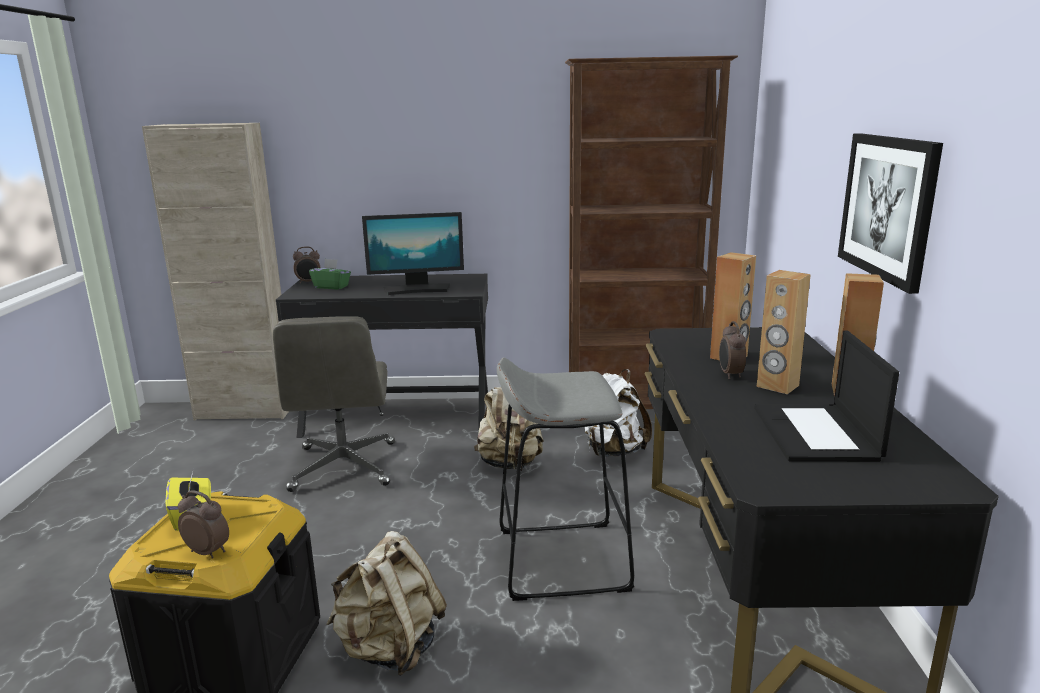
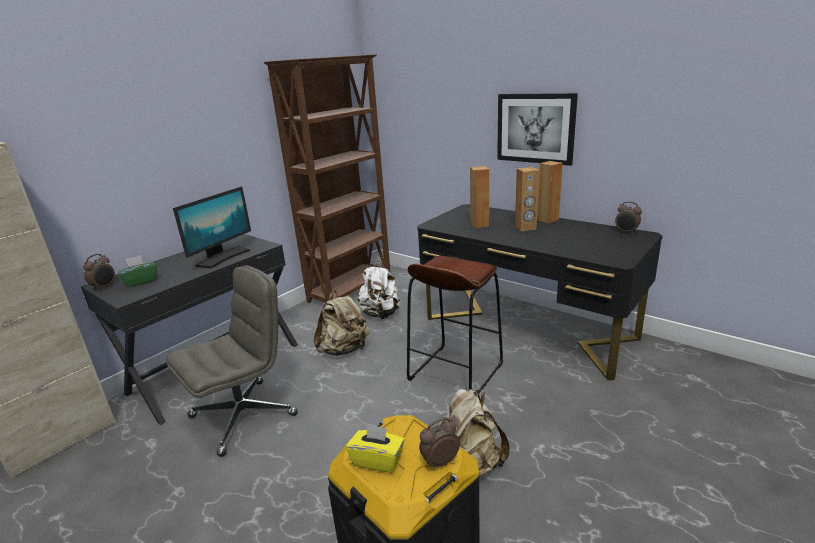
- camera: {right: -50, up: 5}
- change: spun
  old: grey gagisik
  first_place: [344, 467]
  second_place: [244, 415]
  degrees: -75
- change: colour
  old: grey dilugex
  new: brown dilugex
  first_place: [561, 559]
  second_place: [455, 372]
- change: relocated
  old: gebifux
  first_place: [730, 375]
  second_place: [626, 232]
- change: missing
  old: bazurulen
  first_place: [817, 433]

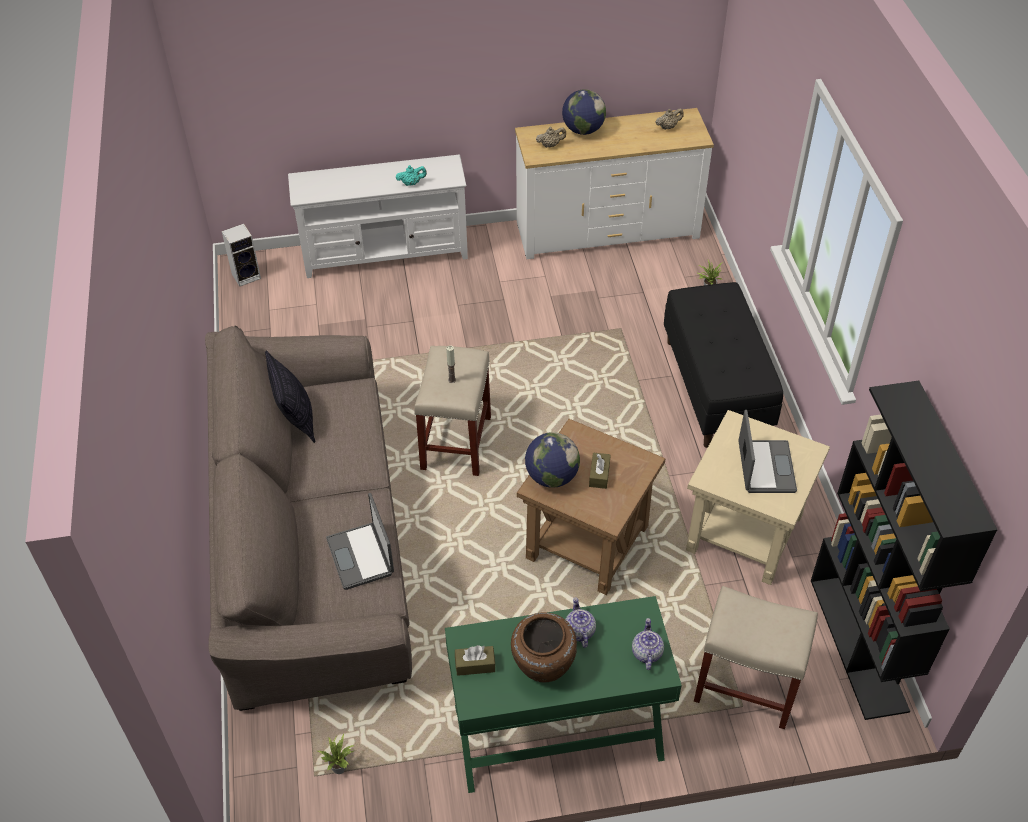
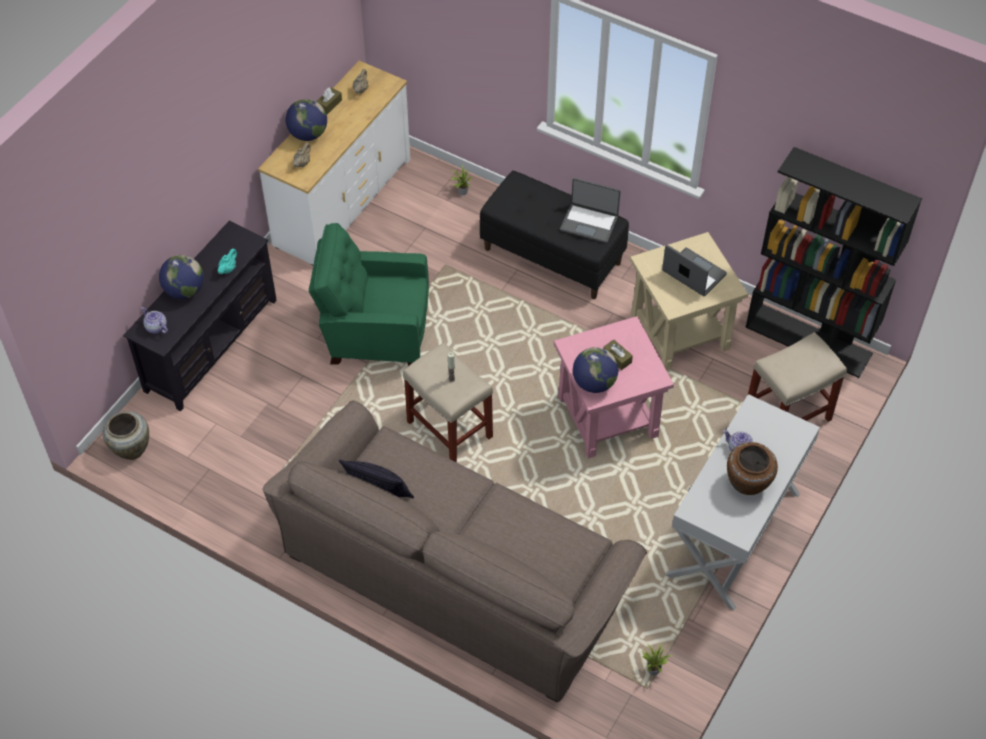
- camera: {right: -50, up: 5}
- change: exchanged
  old: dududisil
  new: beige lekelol
  first_place: [247, 275]
  second_place: [130, 448]
- change: colour
  old: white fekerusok
  new: black fekerusok
  first_place: [385, 253]
  second_place: [211, 345]
- change: relocated
  old: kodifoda
  first_place: [646, 652]
  second_place: [156, 327]
- change: appeared
  new: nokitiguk
  second_place: [184, 290]
- change: appeared
  new: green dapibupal
  second_place: [375, 333]
- change: relocated
  old: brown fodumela
  first_place: [475, 665]
  second_place: [329, 104]
- change: colour
  old: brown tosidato
  new: pink tosidato
  first_place: [587, 541]
  second_place: [606, 416]
- change: relocated
  old: bazurulen
  first_place: [361, 556]
  second_place: [589, 223]
- change: colour
  old: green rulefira
  new: white rulefira
  first_place: [557, 733]
  second_place: [733, 534]

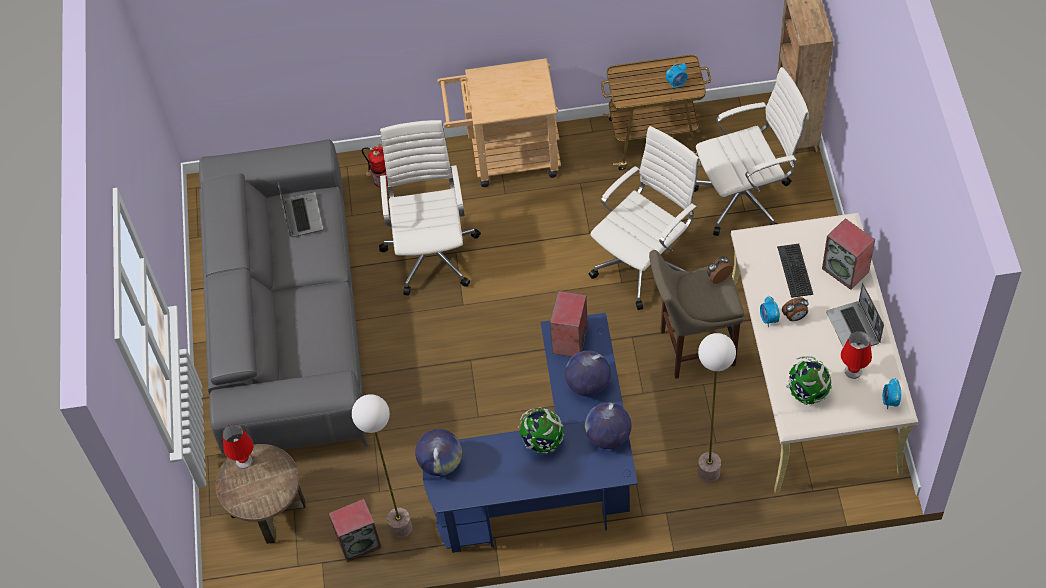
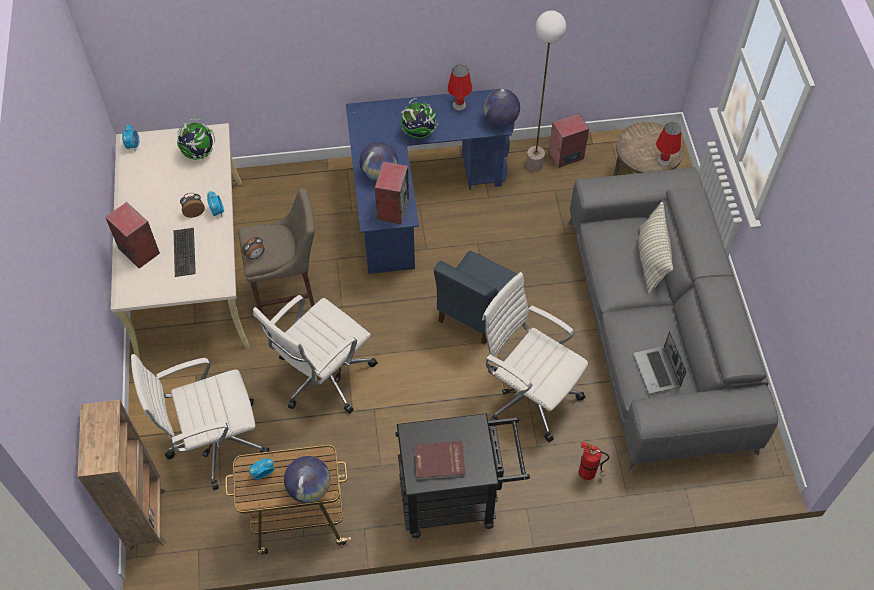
- camera: {right: 175, up: 0}
- change: relocated
  old: nokitiguk
  first_place: [608, 436]
  second_place: [309, 488]
- change: colour
  old: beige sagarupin
  new: black sagarupin
  first_place: [506, 158]
  second_place: [457, 499]
- change: appeared
  new: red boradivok
  second_place: [439, 462]
- change: appeared
  new: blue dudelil
  second_place: [475, 311]
- change: relocated
  old: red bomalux
  first_place: [853, 371]
  second_place: [459, 105]
- change: spun
  old: white gagisik
  first_place: [431, 251]
  second_place: [528, 394]
  degrees: 135
- change: appeared
  new: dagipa
  second_place: [651, 260]
- change: missing
  old: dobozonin
  first_place: [708, 472]
- change: missing
  old: bazurulen
  first_place: [854, 328]

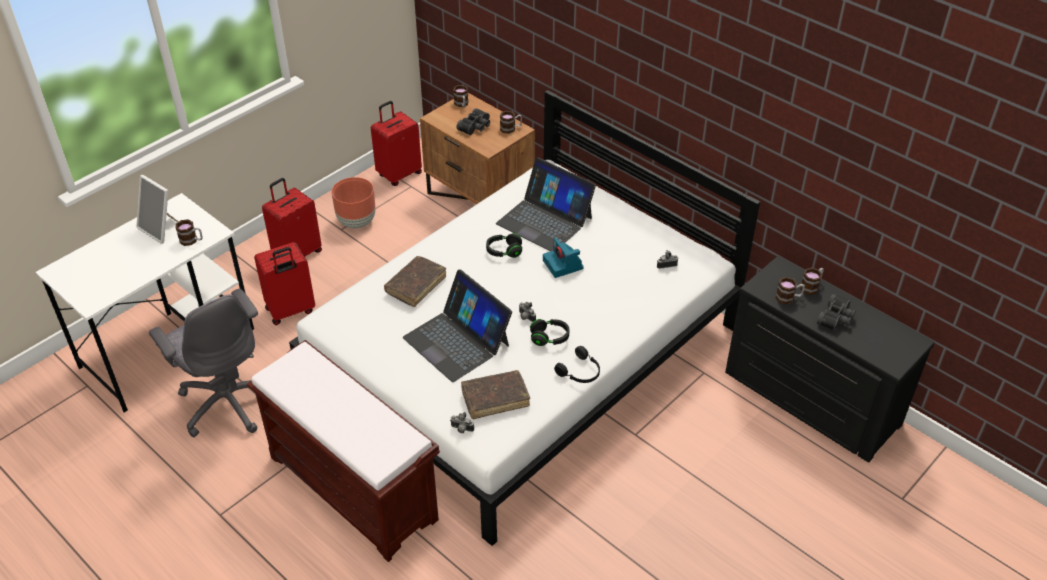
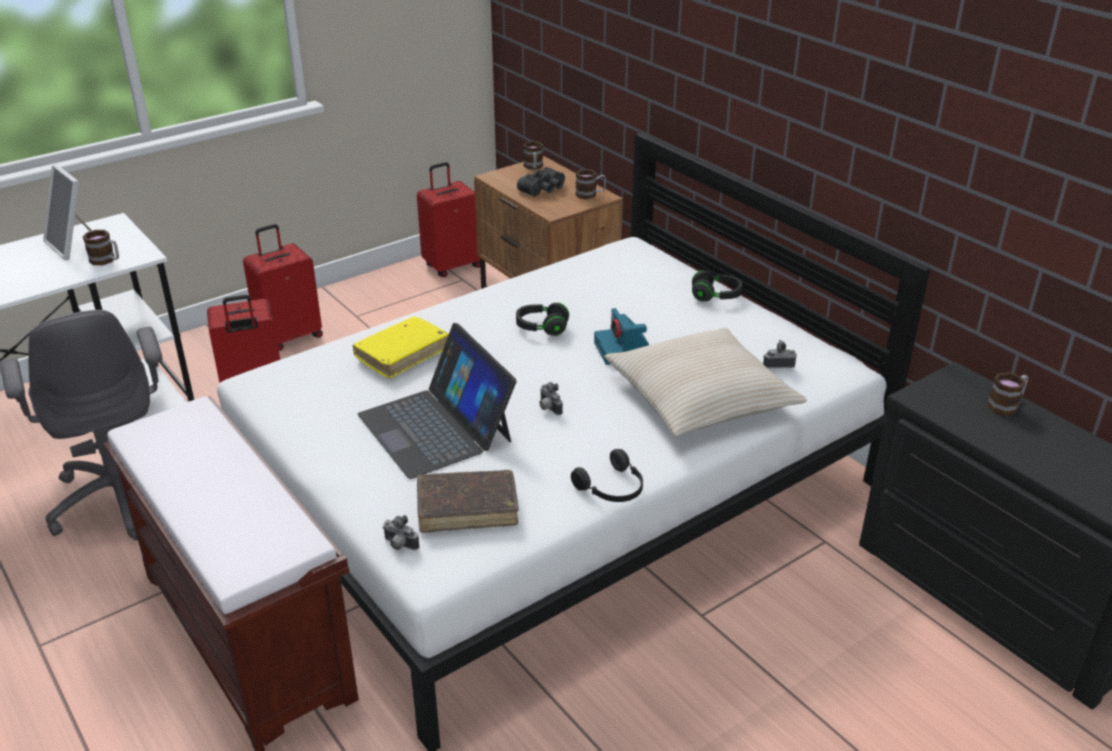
- camera: {right: 10, up: -10}
- change: colour
  old: brown boradivok
  new: yellow boradivok
  first_place: [416, 285]
  second_place: [402, 354]
- change: appeared
  new: beige dagipa
  second_place: [700, 397]
- change: relocated
  old: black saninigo
  first_place: [549, 338]
  second_place: [716, 296]
- change: missing
  old: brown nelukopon
  first_place: [356, 222]
- change: missing
  old: bazurulen
  first_place: [545, 220]
- change: missing
  old: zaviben
  first_place: [788, 298]
- change: missing
  old: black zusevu
  first_place: [836, 318]

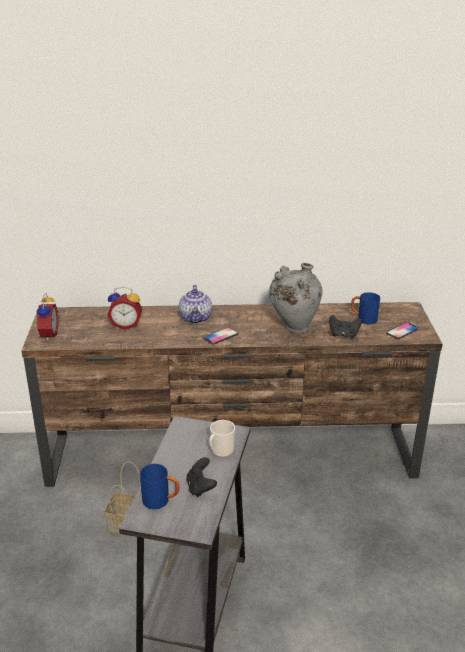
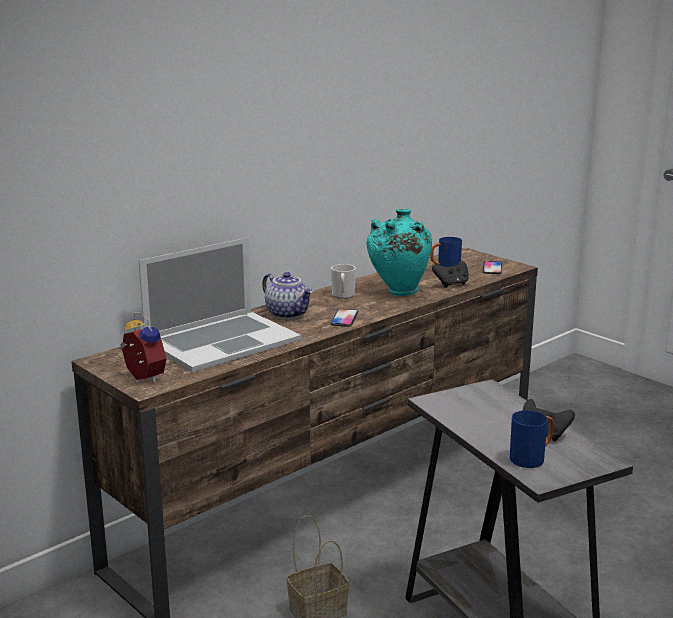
- camera: {right: -40, up: -10}
- change: exchanged
  old: gebifux
  new: bazurulen
  first_place: [126, 325]
  second_place: [222, 341]
- change: relocated
  old: zaviben
  first_place: [220, 451]
  second_place: [343, 296]
- change: colour
  old: grey lekelol
  new: turquoise lekelol
  first_place: [293, 328]
  second_place: [398, 292]

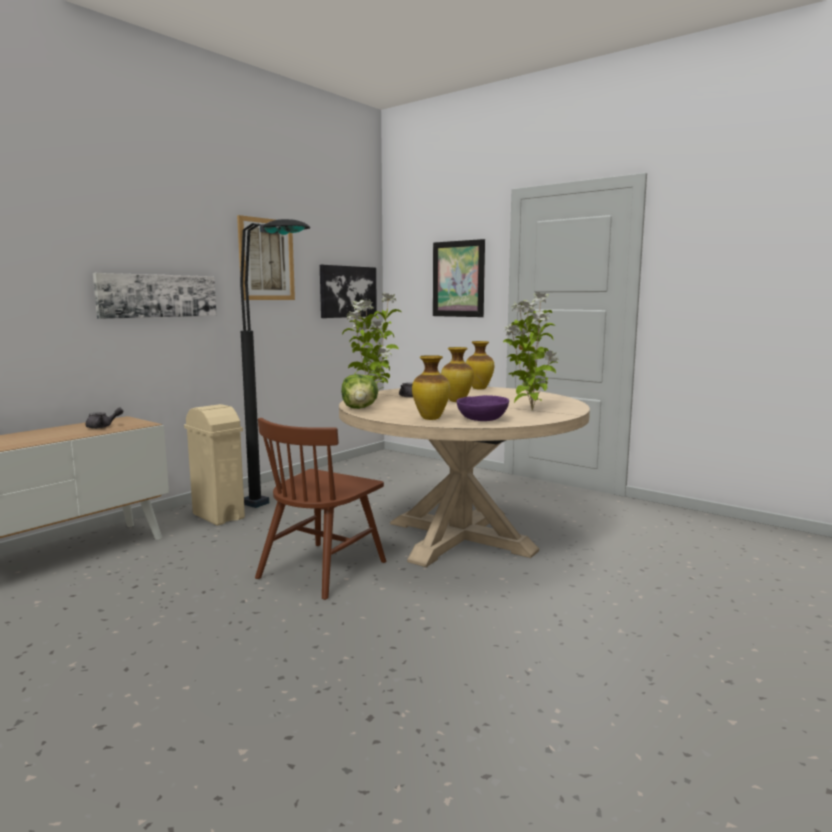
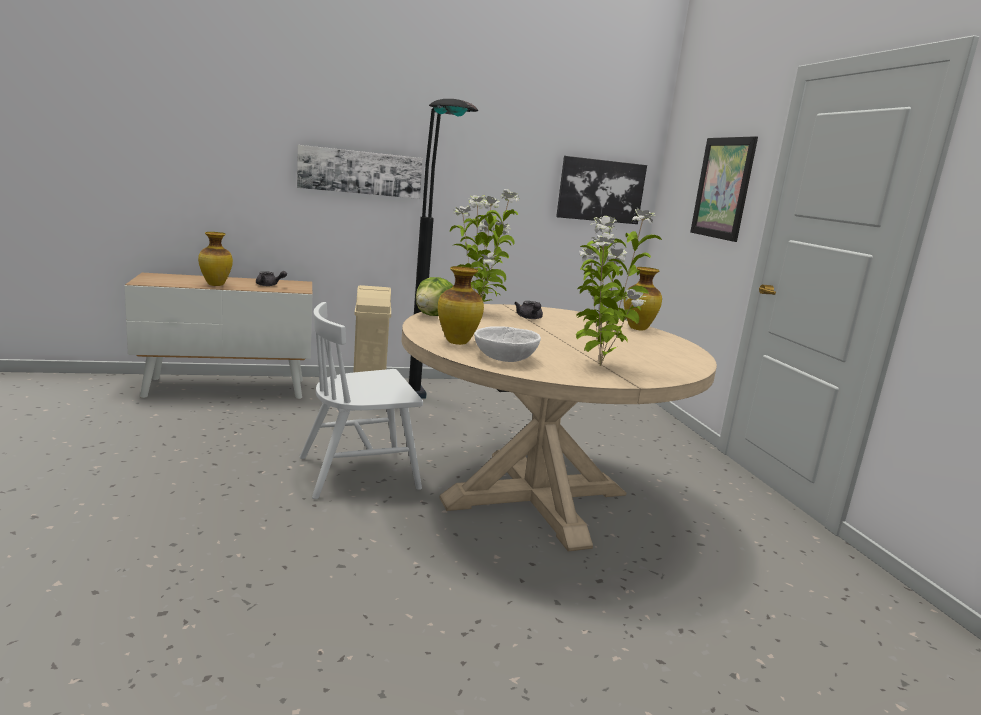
- camera: {right: 35, up: 5}
- change: relocated
  old: lekelol
  first_place: [456, 401]
  second_place: [215, 285]
- change: colour
  old: brown dudelil
  new: white dudelil
  first_place: [322, 569]
  second_place: [359, 472]
- change: colour
  old: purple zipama
  new: white zipama
  first_place: [482, 419]
  second_place: [505, 358]
- change: missing
  old: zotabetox
  first_place: [266, 259]

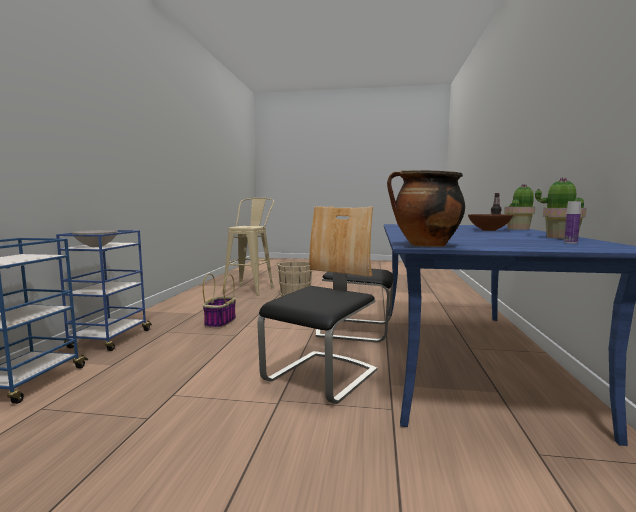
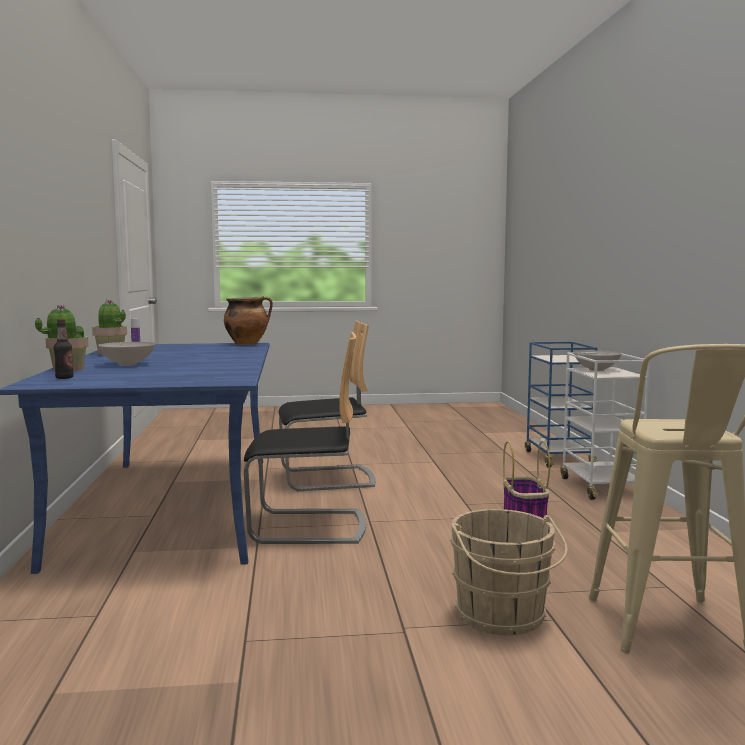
- camera: {right: 165, up: 0}
- change: colour
  old: brown zipama
  new: white zipama
  first_place: [488, 230]
  second_place: [128, 364]
- change: spun
  old: dudelil
  first_place: [322, 376]
  second_place: [327, 478]
  degrees: -120
- change: colour
  old: blue sagarupin
  new: white sagarupin
  first_place: [110, 339]
  second_place: [600, 487]

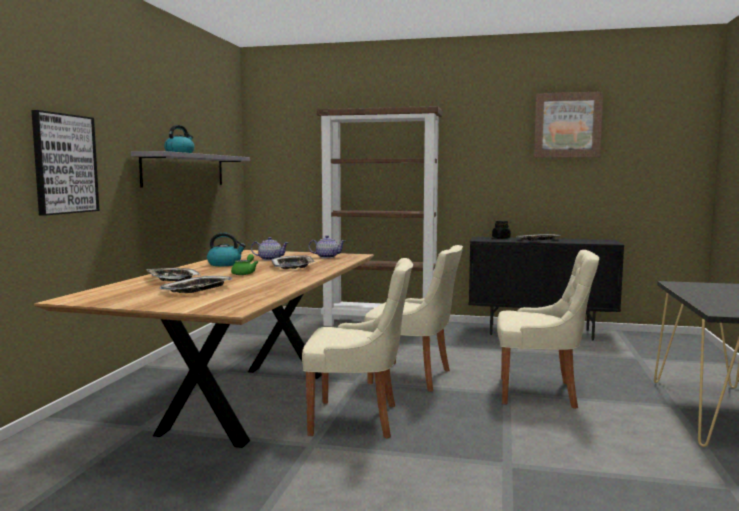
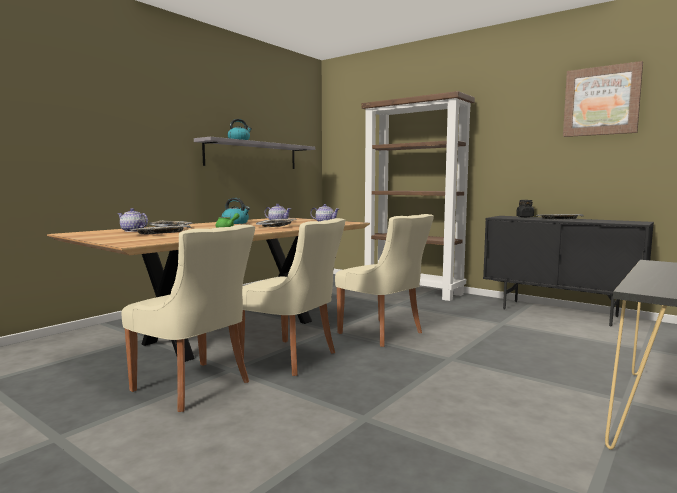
- camera: {right: 25, up: 0}
- change: appeared
  new: kodifoda
  second_place: [133, 231]
- change: relocated
  old: beige dudelil
  first_place: [541, 393]
  second_place: [195, 387]
- change: missing
  old: zotabetox
  first_place: [64, 164]

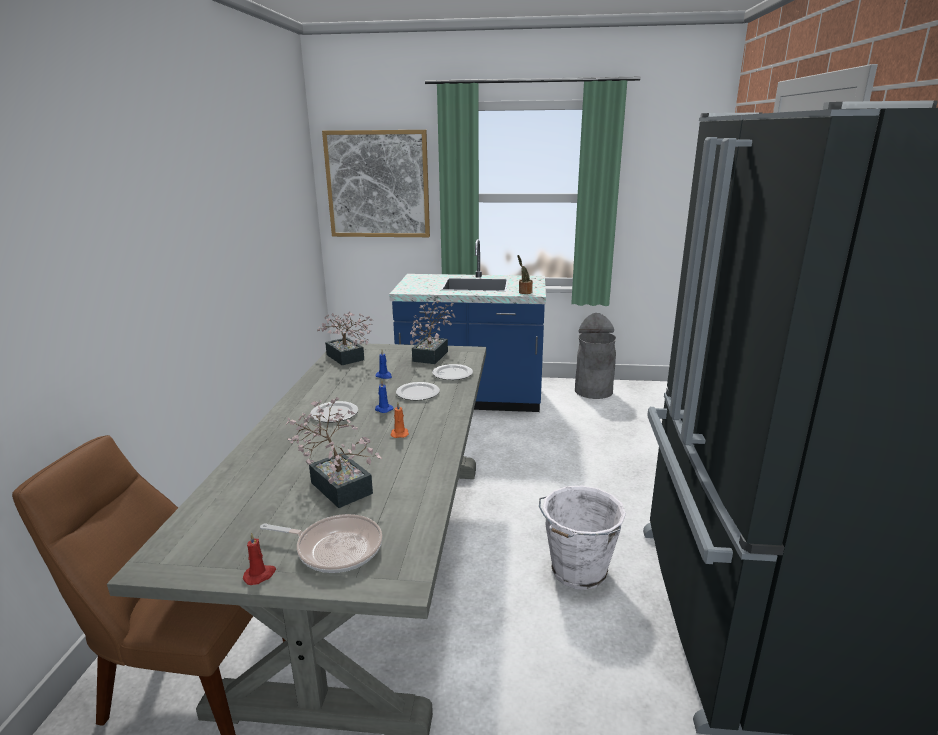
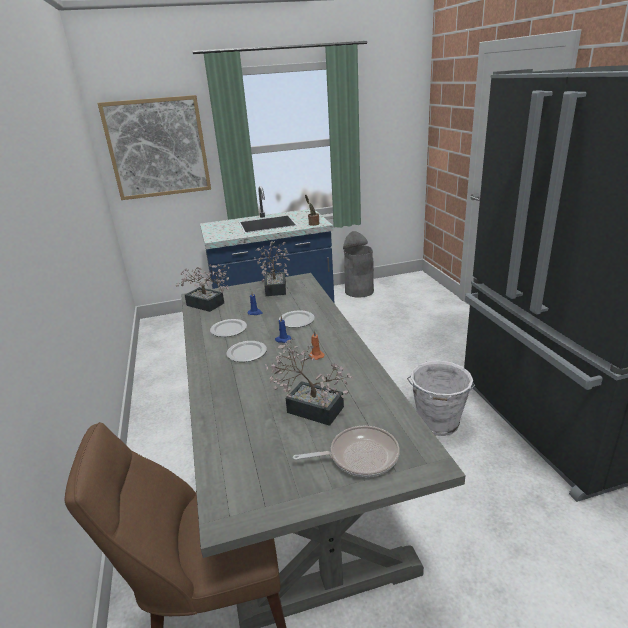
- camera: {right: -20, up: 5}
- change: relocated
  old: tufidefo
  first_place: [452, 374]
  second_place: [228, 329]
- change: missing
  old: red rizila
  first_place: [260, 575]

